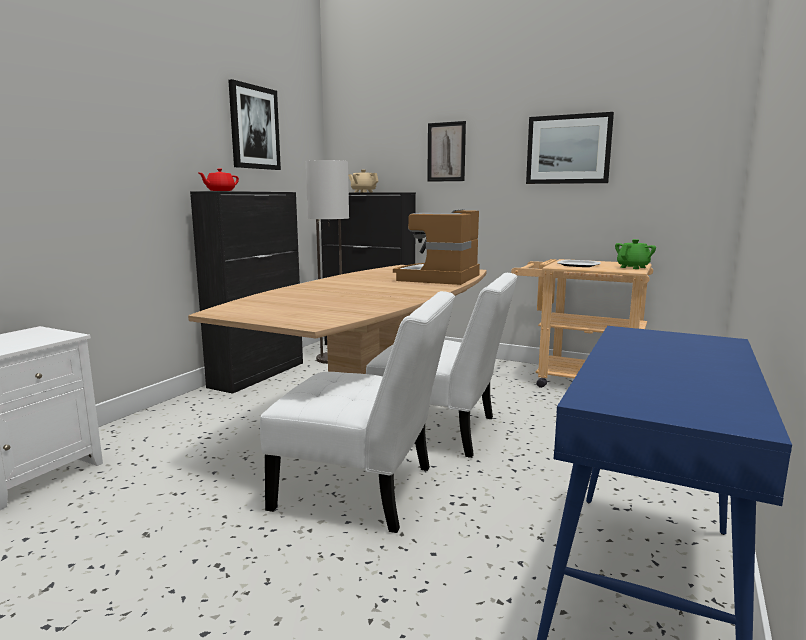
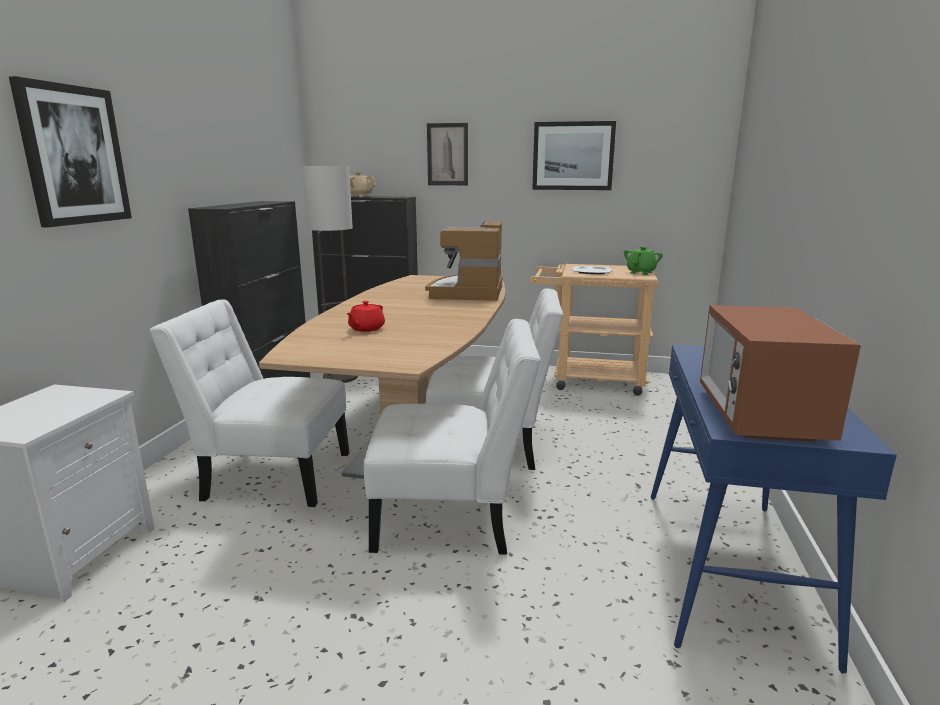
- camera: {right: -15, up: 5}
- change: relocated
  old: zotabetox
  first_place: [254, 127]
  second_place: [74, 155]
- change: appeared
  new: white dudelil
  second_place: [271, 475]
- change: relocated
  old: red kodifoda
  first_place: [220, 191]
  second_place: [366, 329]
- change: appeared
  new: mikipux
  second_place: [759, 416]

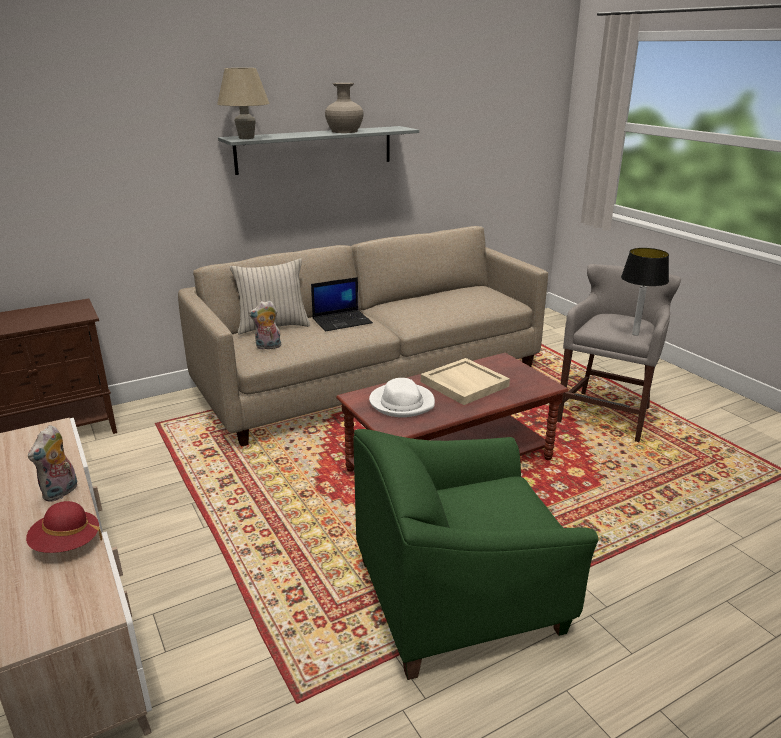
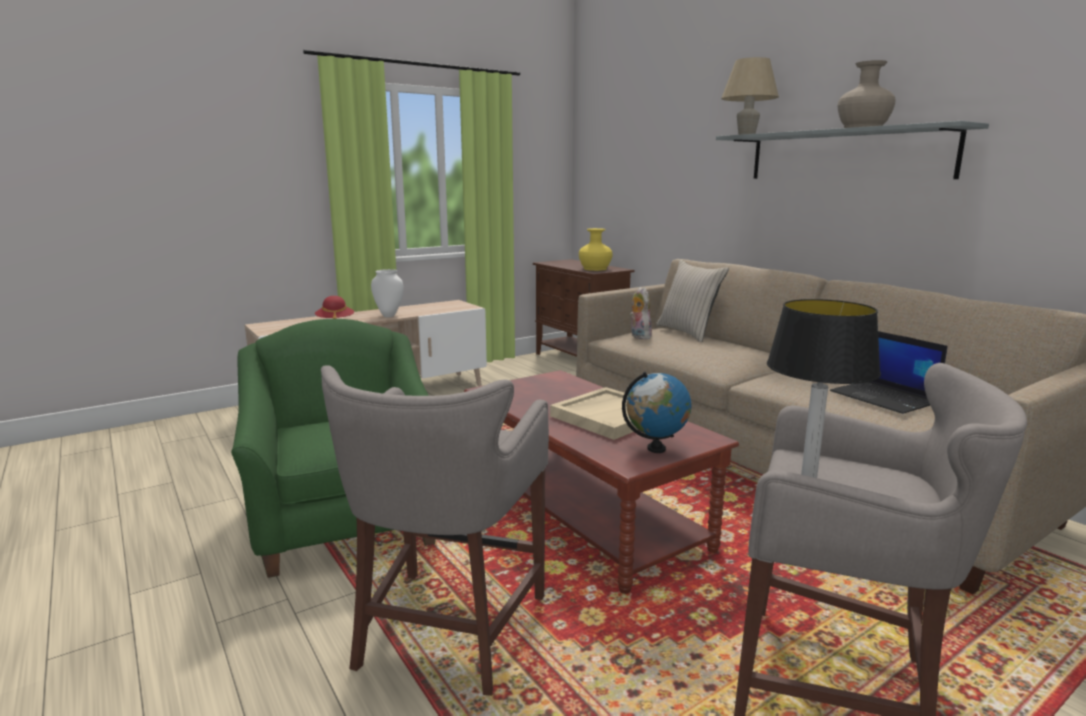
- camera: {right: 85, up: -10}
- change: appeared
  new: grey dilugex
  second_place: [447, 633]
- change: exchanged
  old: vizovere
  new: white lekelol
  first_place: [61, 492]
  second_place: [389, 316]
- change: appeared
  new: yellow lekelol
  second_place: [595, 269]
- change: appeared
  new: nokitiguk
  second_place: [656, 449]
- change: relocated
  old: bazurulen
  first_place: [342, 321]
  second_place: [884, 398]
- change: missing
  old: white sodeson
  first_place: [402, 403]

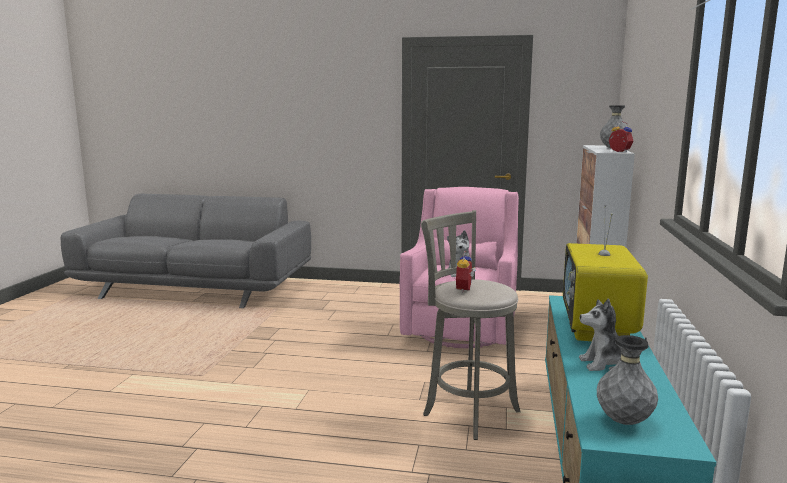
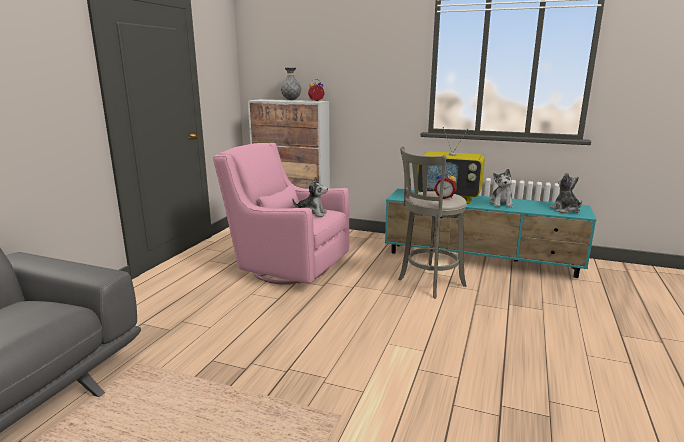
- camera: {right: -80, up: 5}
- change: exchanged
  old: grey lekelol
  new: vizovere
  first_place: [623, 421]
  second_place: [565, 210]

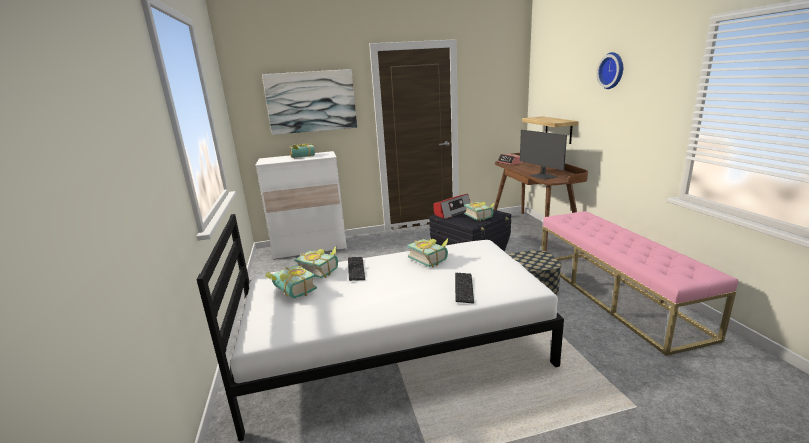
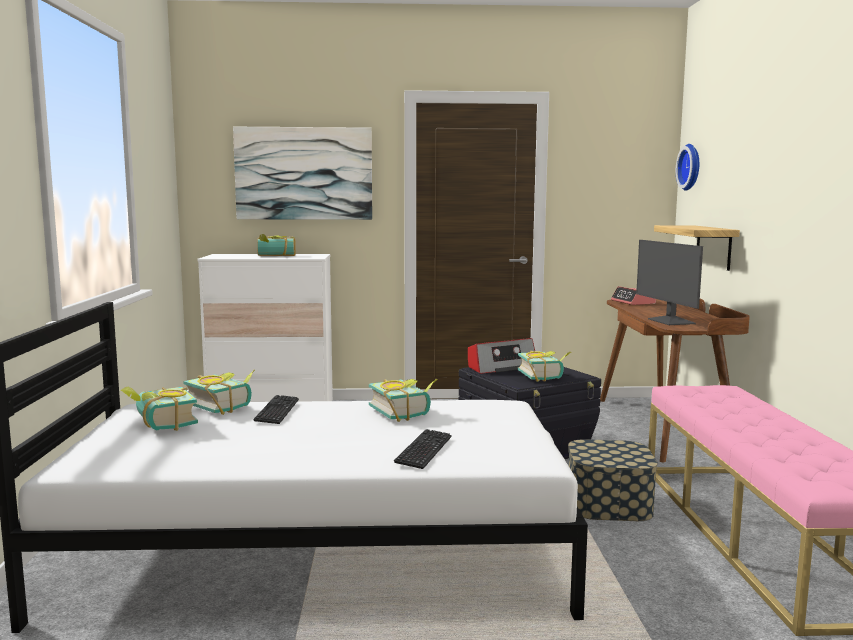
- camera: {right: 10, up: -10}
- change: relocated
  old: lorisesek
  first_place: [612, 70]
  second_place: [691, 167]

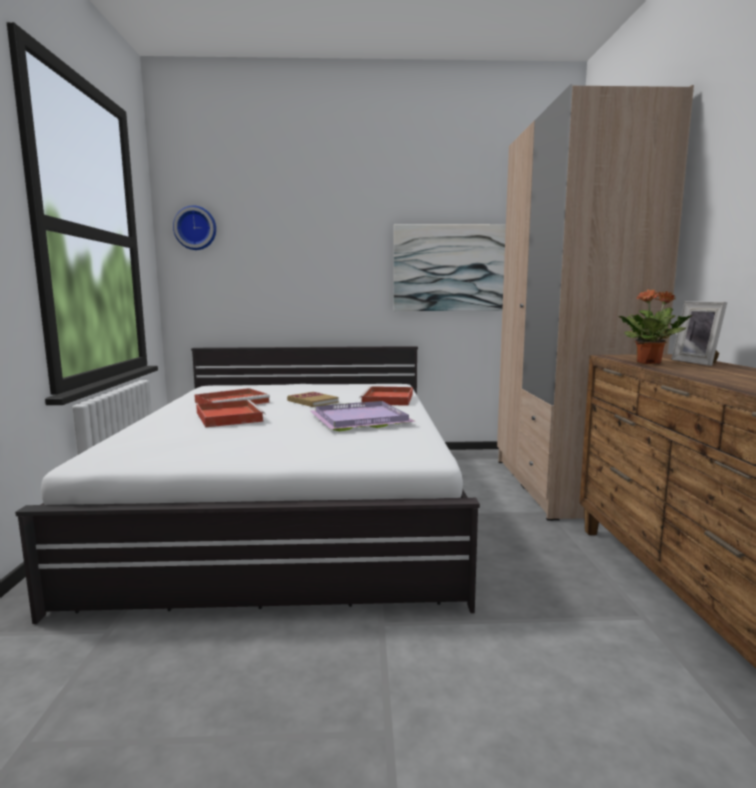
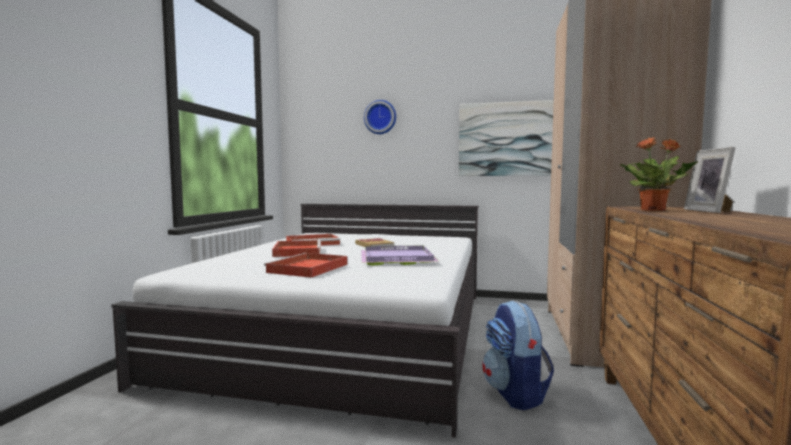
- camera: {right: 15, up: -5}
- change: relocated
  old: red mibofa
  first_place: [388, 399]
  second_place: [307, 268]
- change: relocated
  old: lorisesek
  first_place: [196, 228]
  second_place: [380, 117]
- change: appeared
  new: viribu
  second_place: [515, 394]

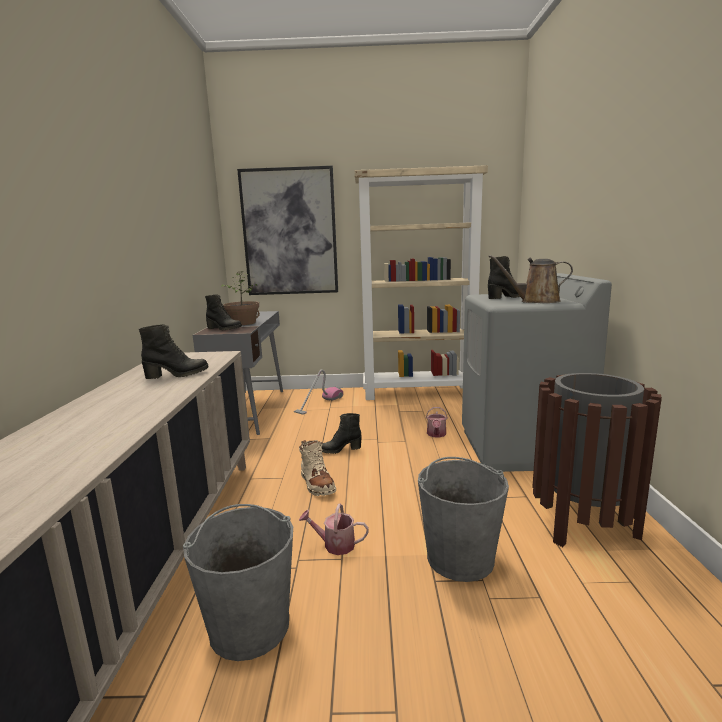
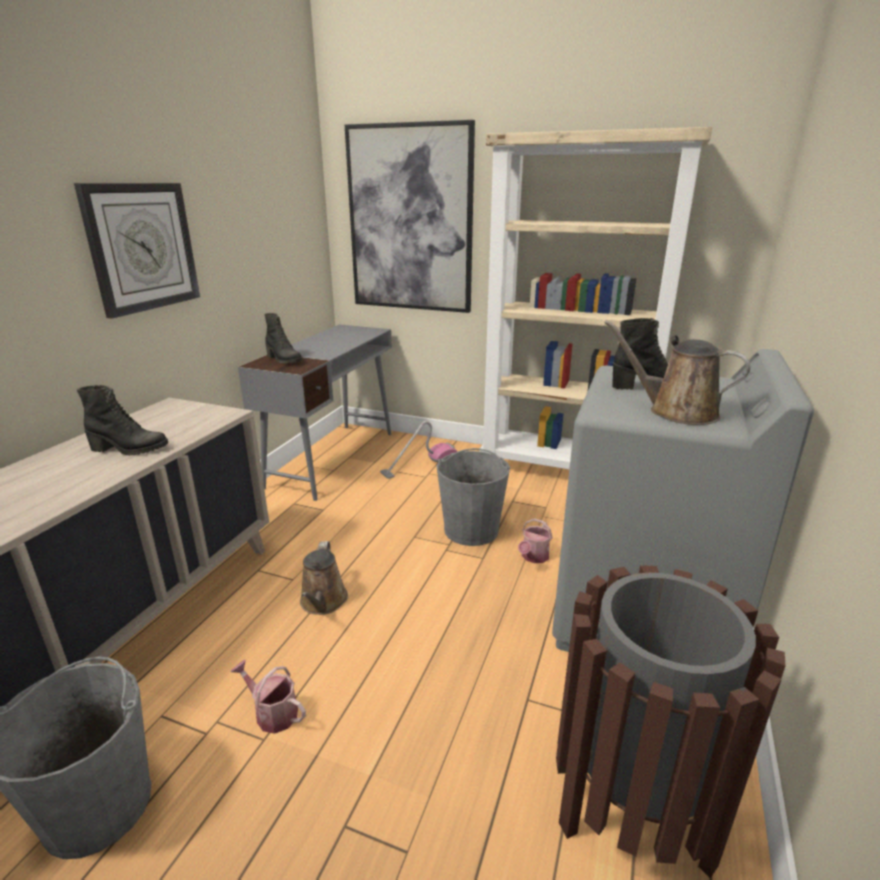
- camera: {right: 20, up: 10}
- change: appeared
  new: lorisesek
  second_place: [142, 247]
- change: exchanged
  old: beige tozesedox
  new: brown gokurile
  first_place: [317, 484]
  second_place: [323, 602]
- change: relocated
  old: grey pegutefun
  first_place: [460, 557]
  second_place: [471, 529]
- change: missing
  old: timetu
  first_place: [243, 323]
- change: missing
  old: black tozesedox
  first_place: [340, 450]

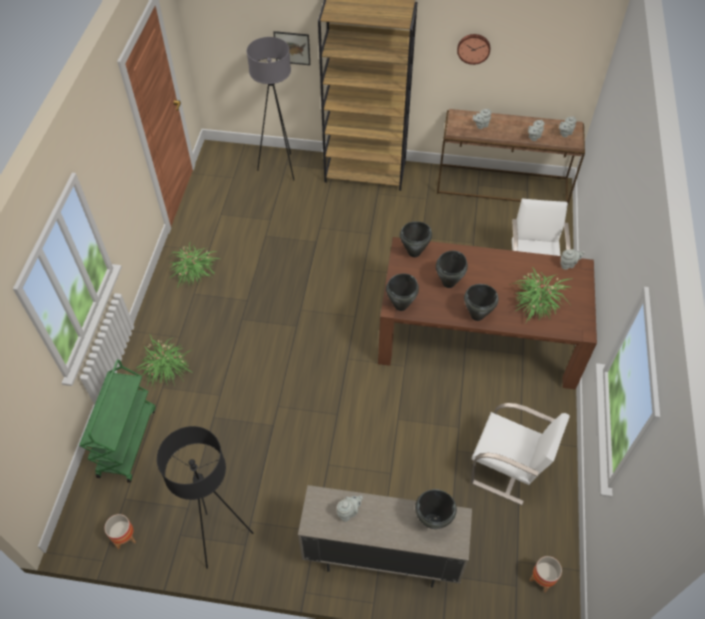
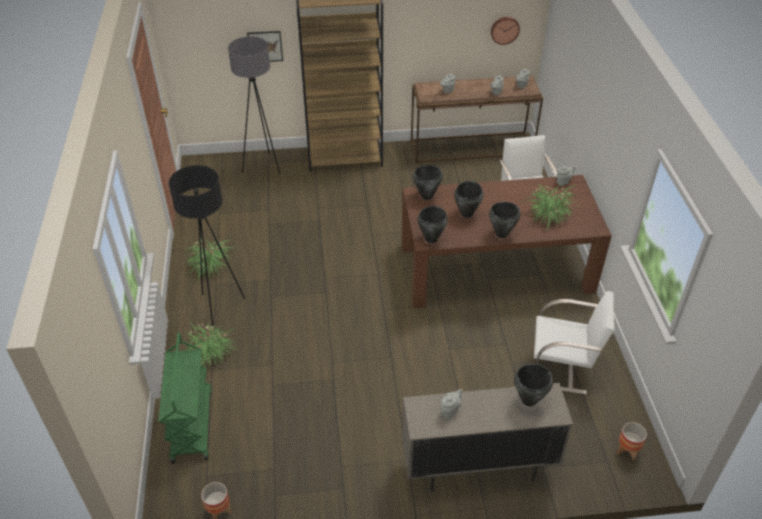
- camera: {right: -15, up: -10}
- change: relocated
  old: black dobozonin
  first_place: [221, 538]
  second_place: [219, 306]
- change: relocated
  old: lorisesek
  first_place: [473, 48]
  second_place: [504, 30]

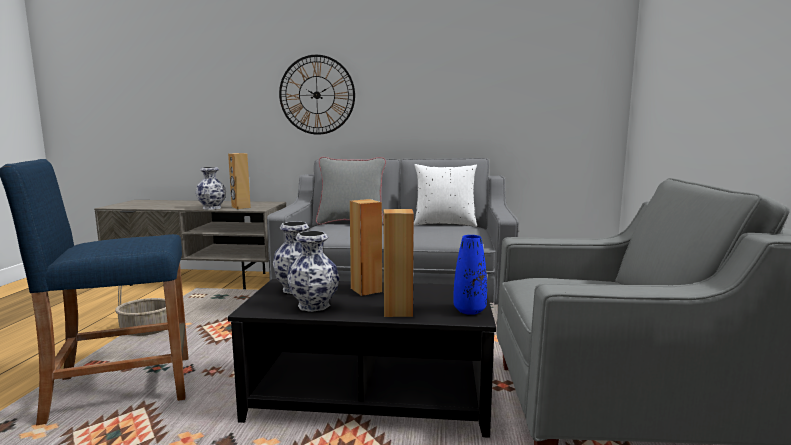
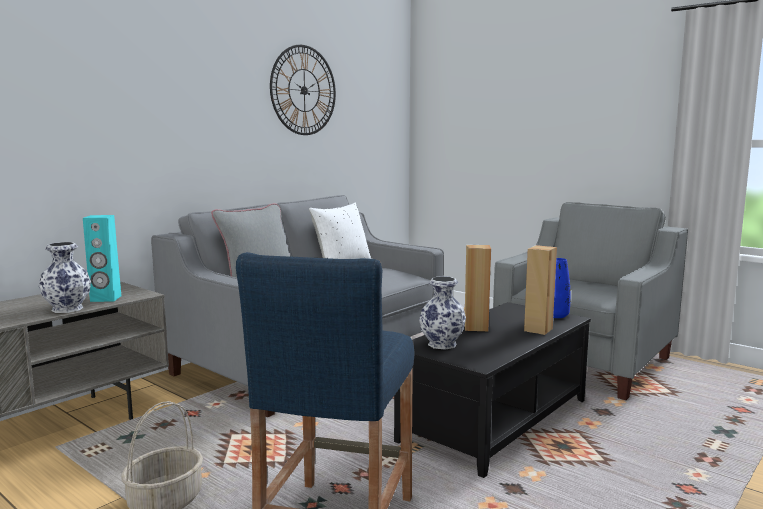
- camera: {right: -55, up: 0}
- change: colour
  old: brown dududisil
  new: turquoise dududisil
  first_place: [240, 207]
  second_place: [105, 299]
- change: relocated
  old: lorisesek
  first_place: [317, 95]
  second_place: [304, 90]
- change: missing
  old: lekelol
  first_place: [314, 306]

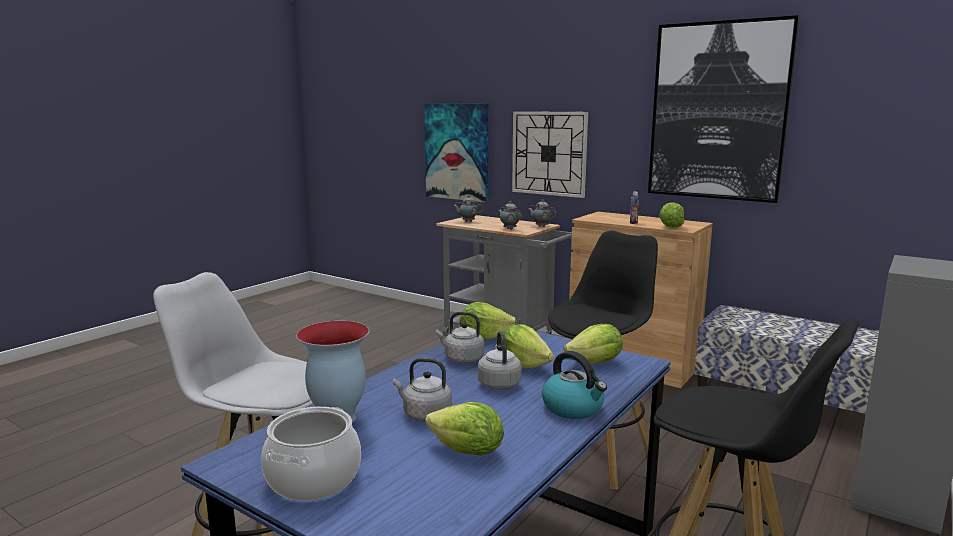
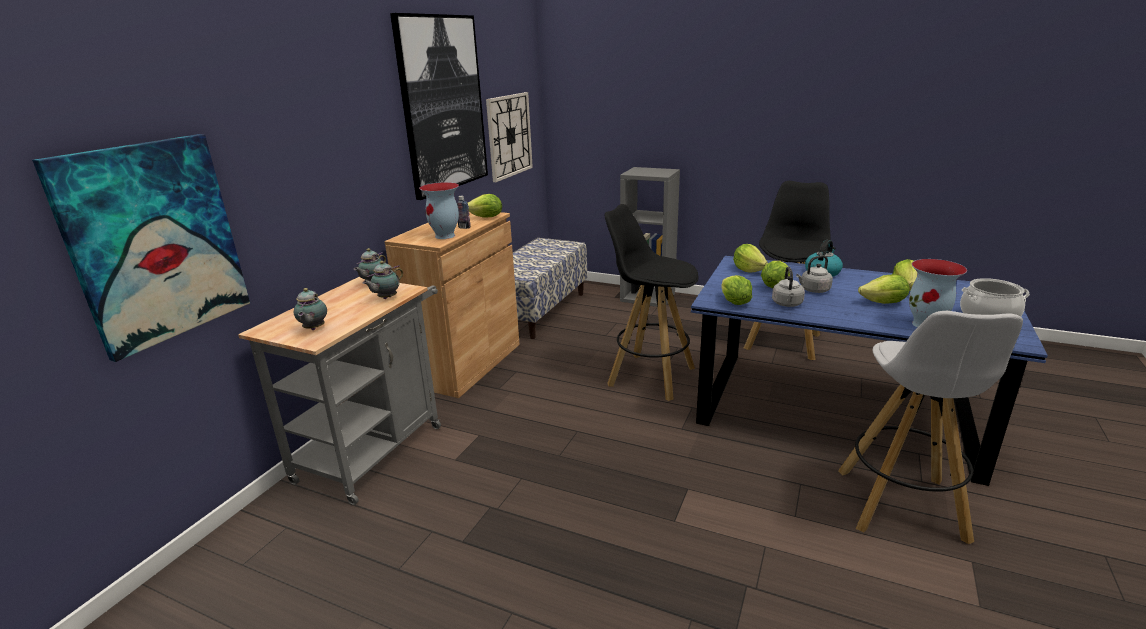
- camera: {right: -100, up: 10}
- change: appeared
  new: lekelol
  second_place: [445, 236]
- change: relocated
  old: lorisesek
  first_place: [549, 153]
  second_place: [509, 136]
- change: exchanged
  old: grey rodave
  new: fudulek
  first_place: [424, 415]
  second_place: [883, 303]

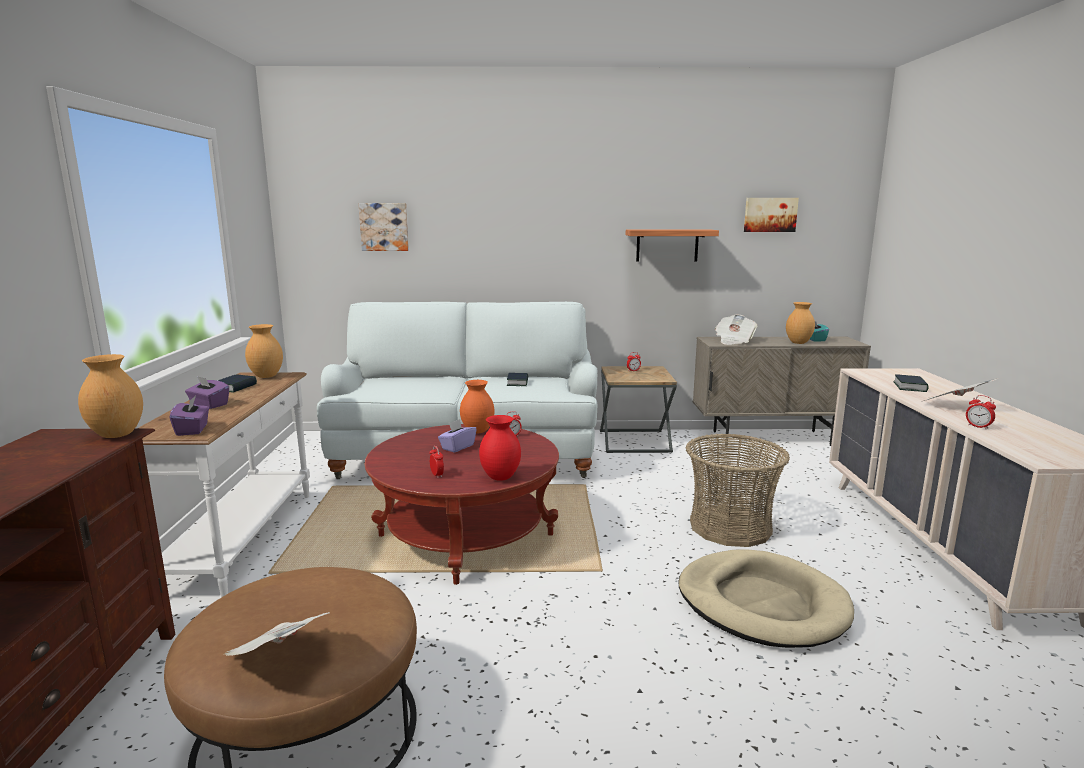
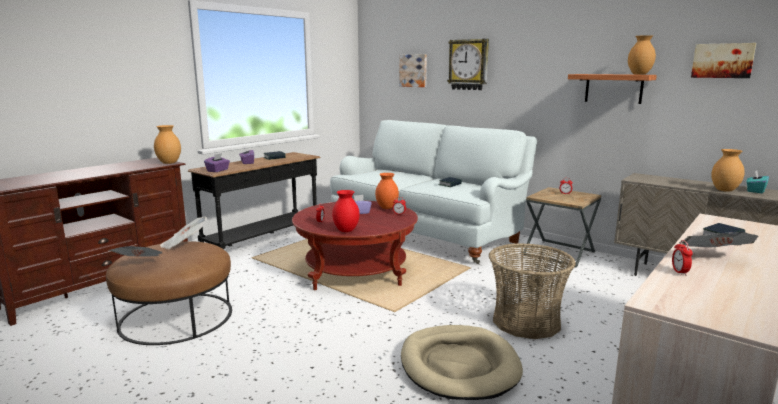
- camera: {right: 40, up: 0}
- change: relocated
  old: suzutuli
  first_place: [734, 341]
  second_place: [184, 244]
- change: colour
  old: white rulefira
  new: black rulefira
  first_place: [245, 540]
  second_place: [264, 242]
- change: appeared
  new: lorisesek
  second_place: [468, 64]
- change: relocated
  old: brown lekelol
  first_place: [267, 376]
  second_place: [639, 74]

